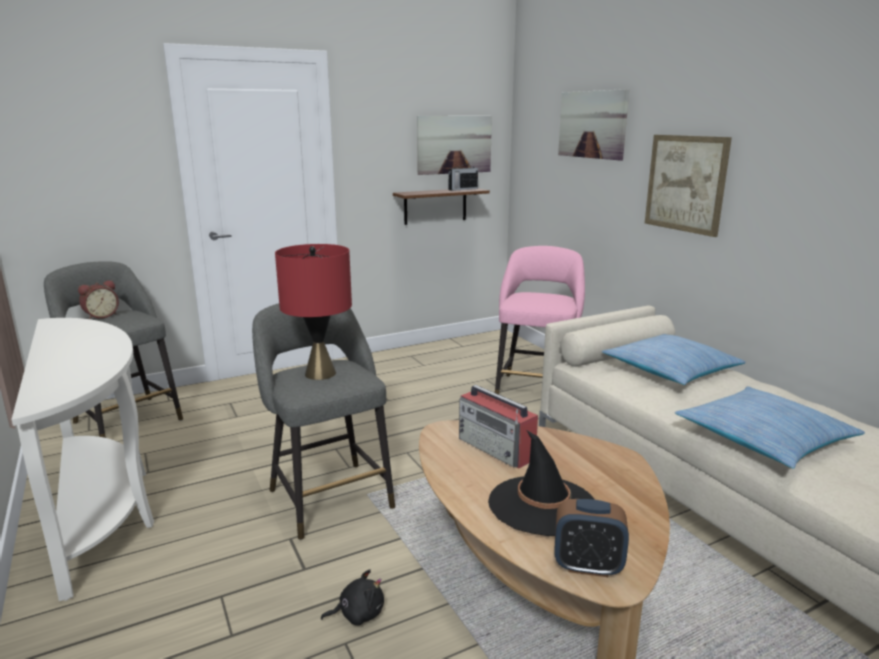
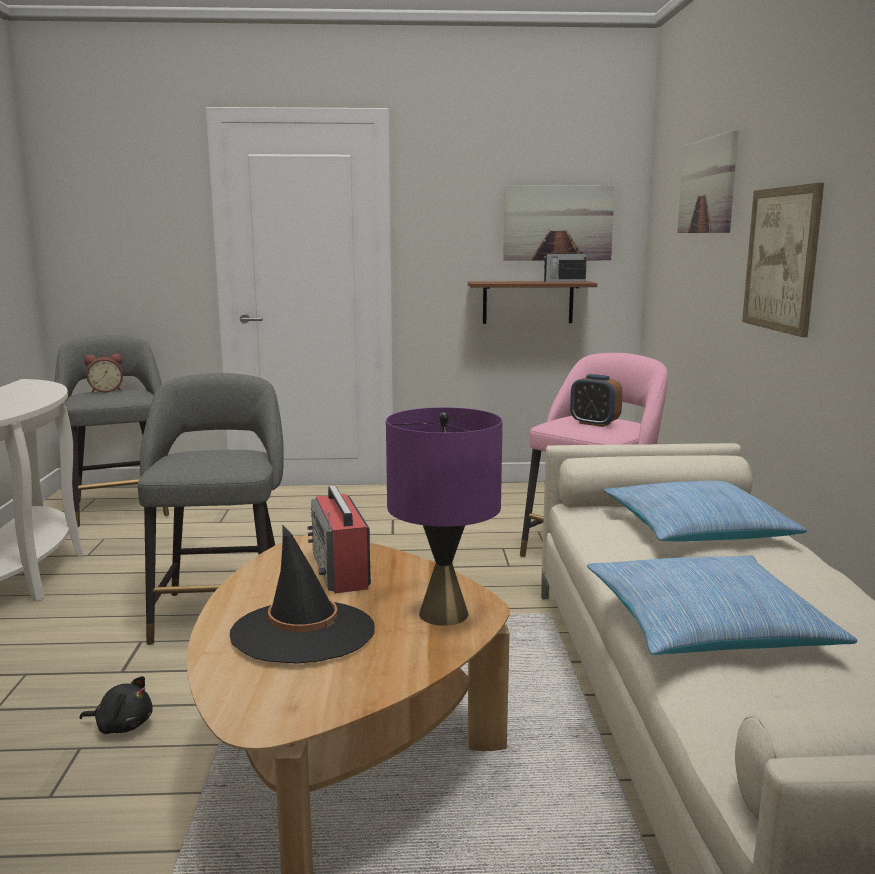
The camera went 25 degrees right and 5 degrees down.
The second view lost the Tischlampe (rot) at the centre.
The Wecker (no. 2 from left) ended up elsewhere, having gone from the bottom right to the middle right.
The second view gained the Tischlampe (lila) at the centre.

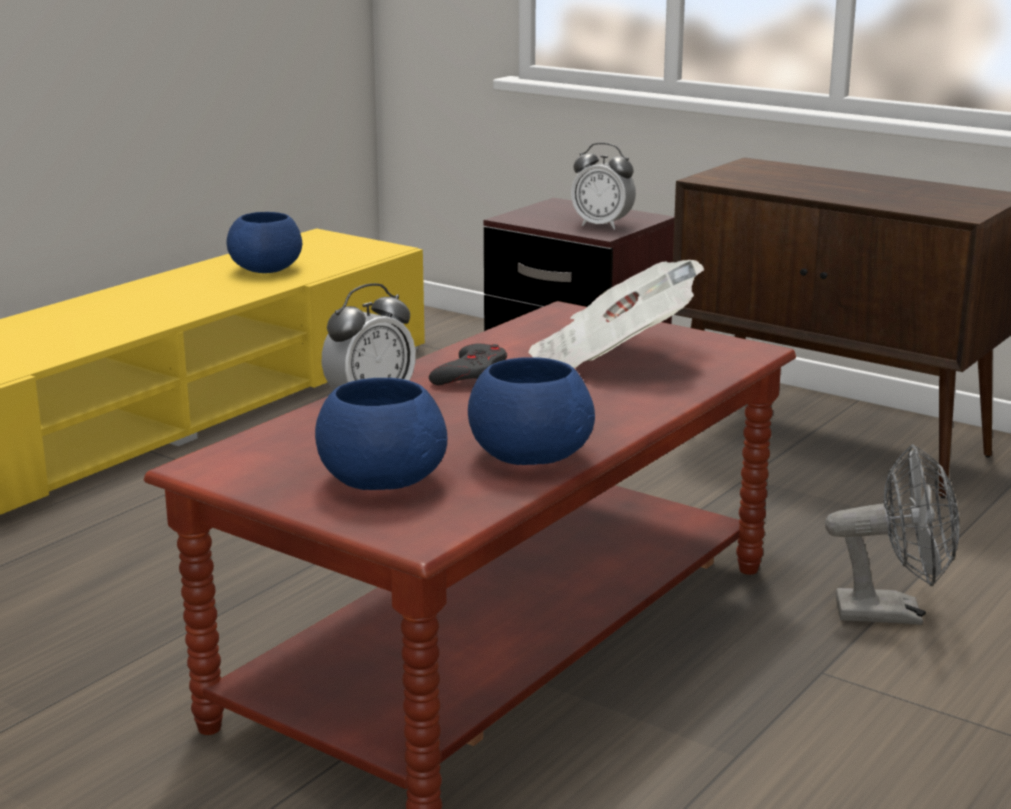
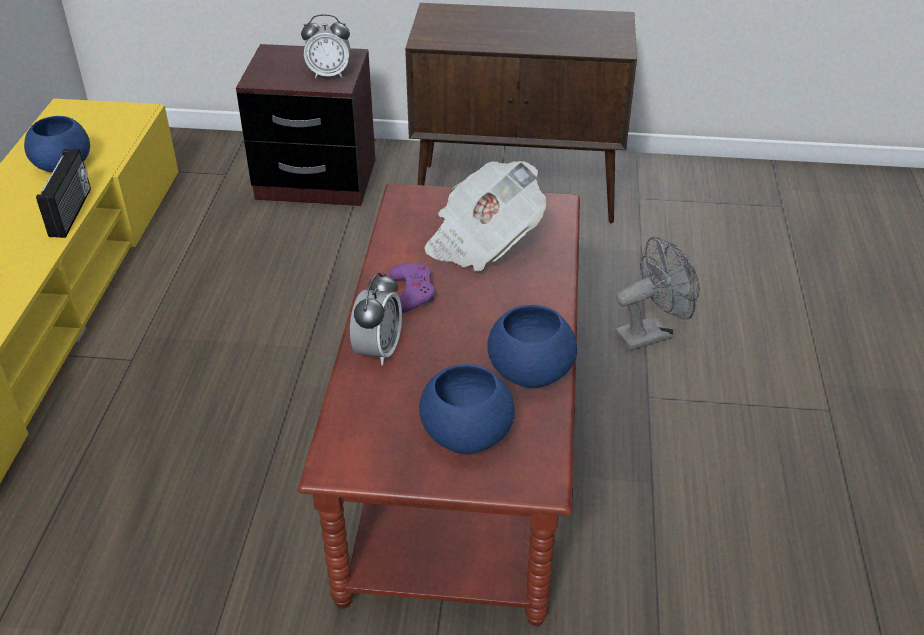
The camera went 30 degrees left and 20 degrees up.
What was the Gamepad (grau) at the centre turned into the Gamepad (lila) at the centre.
The second view gained the Radio at the top left.

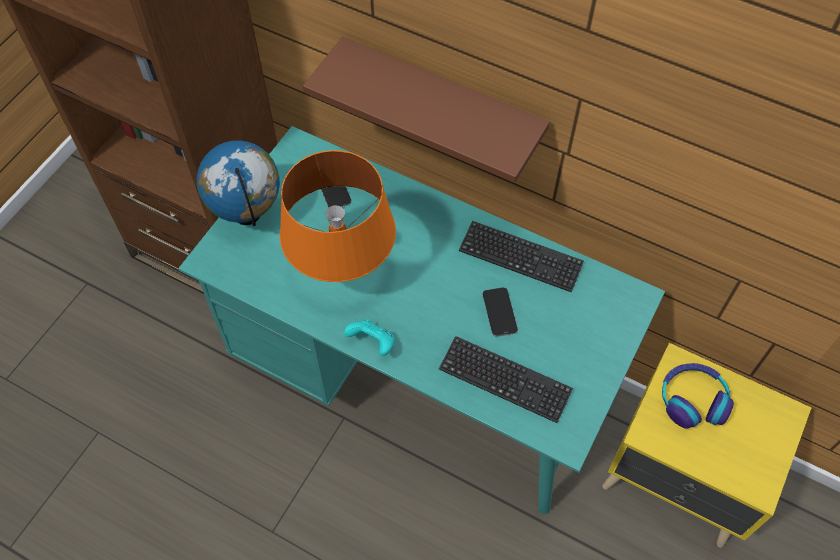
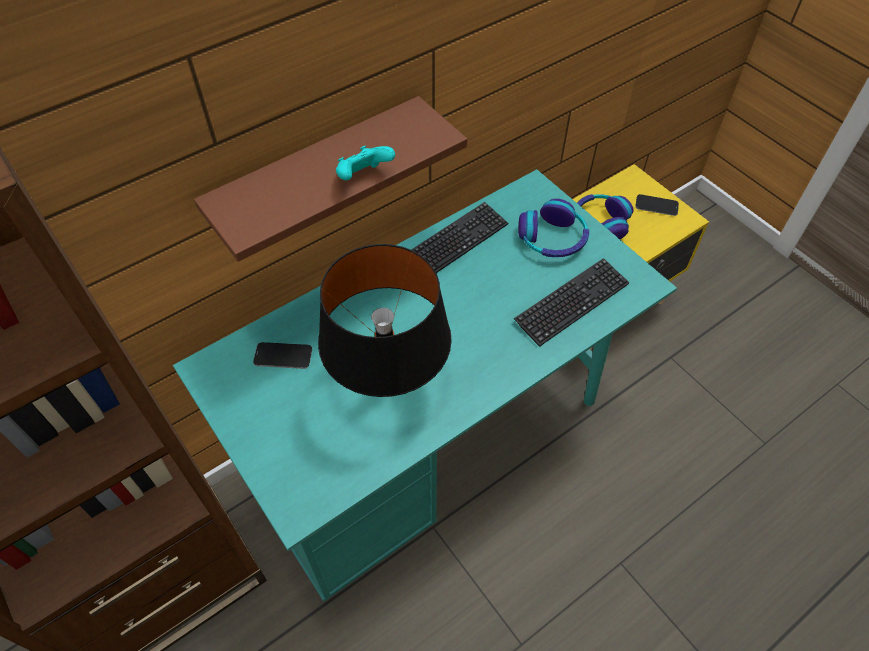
The camera went 65 degrees left and 5 degrees down.
The second view lost the Globus at the top left.
What was the Tischlampe (orange) at the centre turned into the Tischlampe (schwarz) at the centre.
The Gamepad (türkis) ended up elsewhere, having gone from the centre to the top centre.
The Handy (no. 2 from left) ended up elsewhere, having gone from the centre to the top right.
The second view gained the Kopfhörer (no. 1 from left) at the centre.

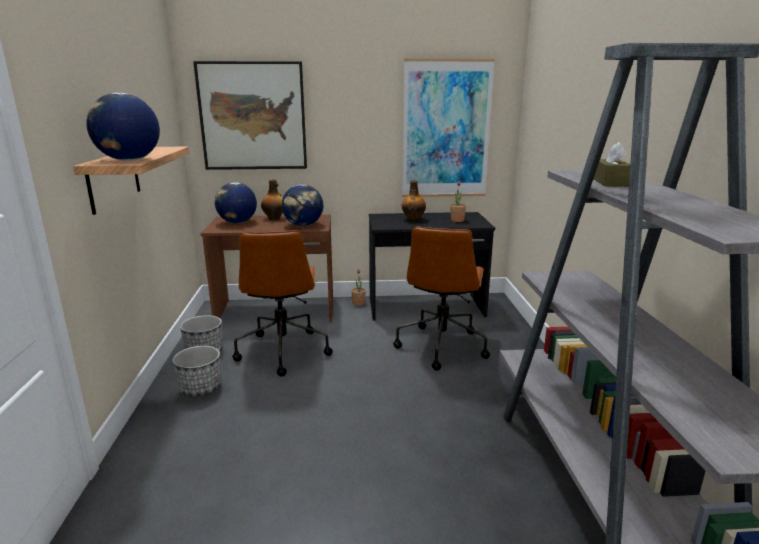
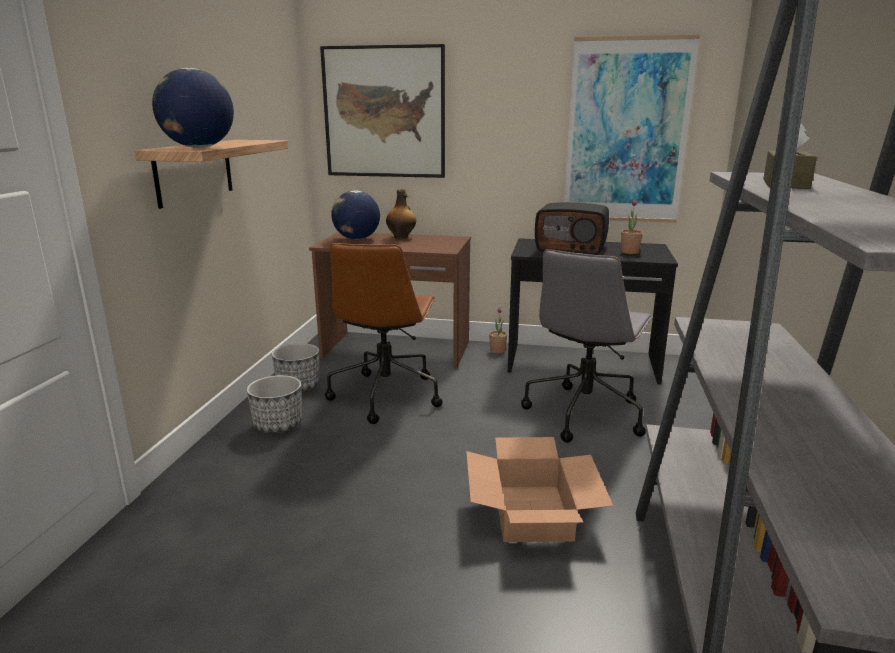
The camera went 15 degrees right and 0 degrees up.
The second view lost the Globus (no. 3 from left) at the centre.
What was the Bürostuhl (braun) (no. 2 from left) at the centre turned into the Bürostuhl (grau) at the centre.
Where the Flasche (no. 2 from left) stood at the centre, the Radio came to stand at the centre.
The second view gained the Karton at the bottom centre.

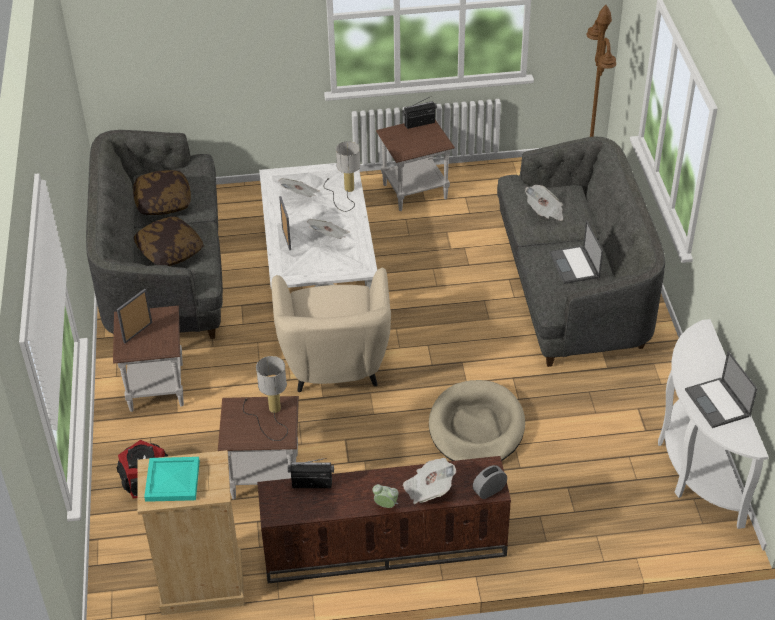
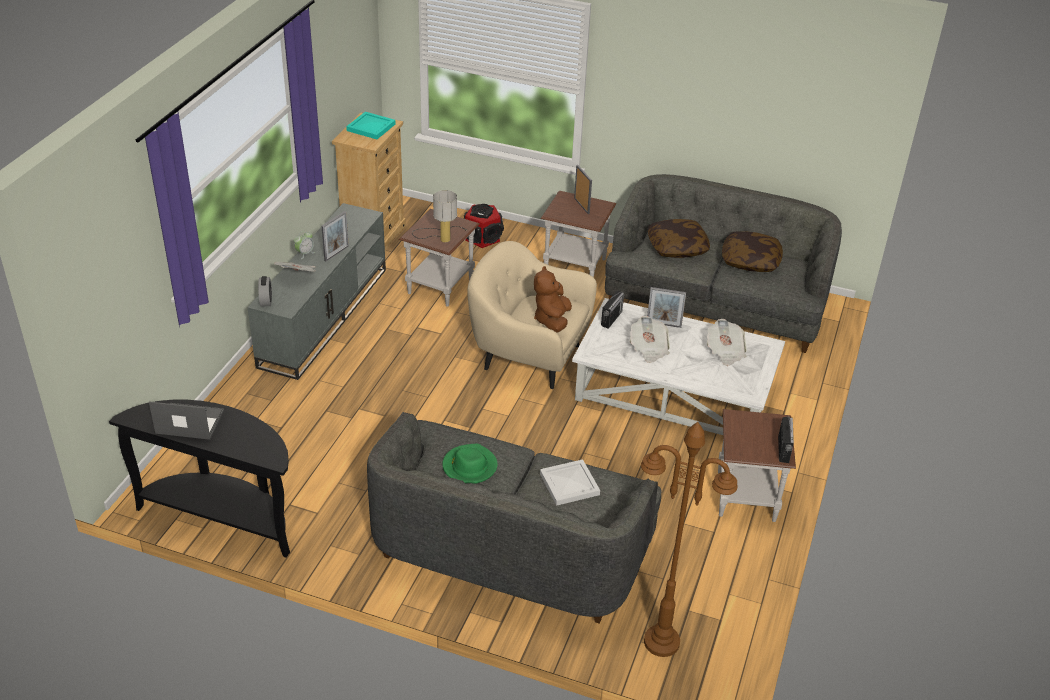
The camera went 115 degrees right and 5 degrees down.
What was the Fernsehschrank (braun) at the bottom centre turned into the Fernsehschrank (grau) at the middle left.
The Radio (no. 1 from left) ended up elsewhere, having gone from the bottom centre to the centre.
The second view lost the Tischlampe (no. 2 from left) at the top centre.
The second view lost the Hundebett (beige) at the bottom centre.
Where the Zeitung (no. 4 from left) stood at the top right, the Tablett (weiß) came to stand at the bottom centre.
Where the Laptop (no. 1 from left) stood at the middle right, the Hut (grün) came to stand at the centre.
What was the Konsolentisch (weiß) at the bottom right turned into the Konsolentisch (schwarz) at the bottom left.
The second view gained the Bilderrahmen (no. 1 from left) at the middle left.
The second view gained the Plüschtier (braun) at the centre.

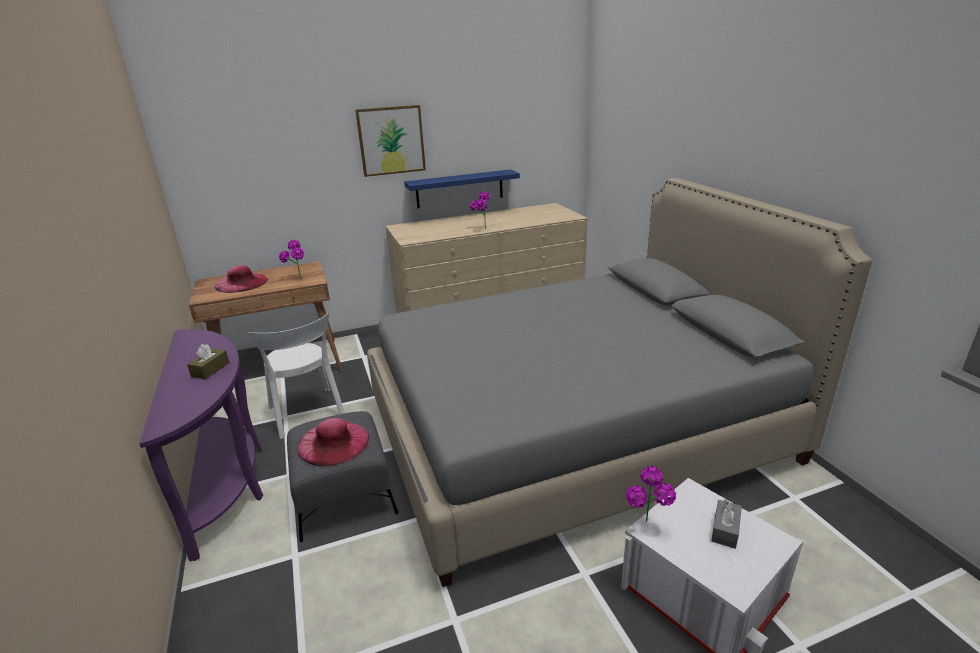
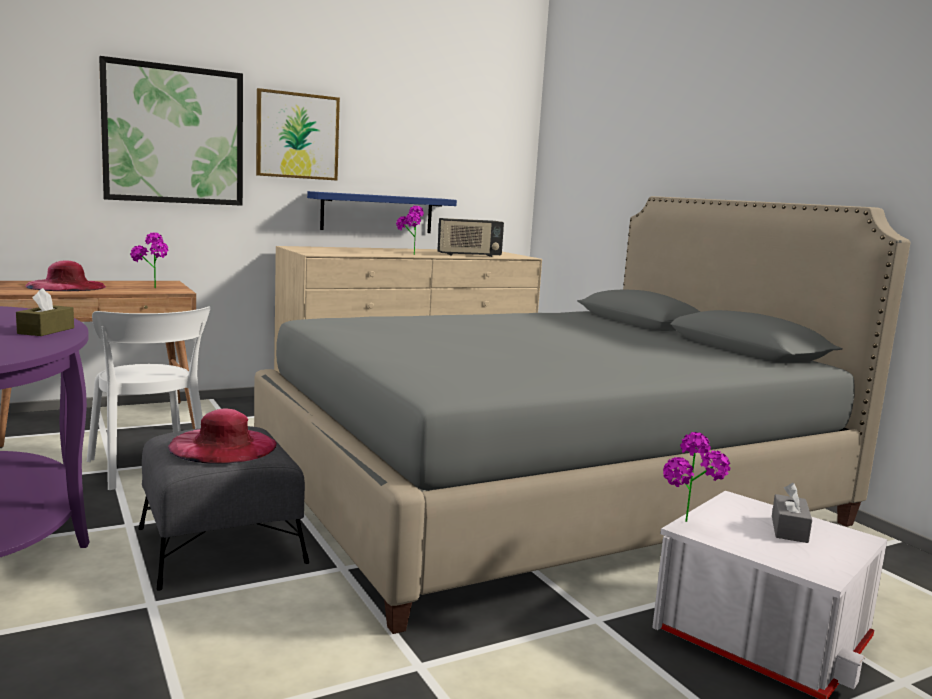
The camera went 10 degrees left and 15 degrees down.
The second view gained the Bild (no. 1 from left) at the top left.
The second view gained the Radio at the centre.

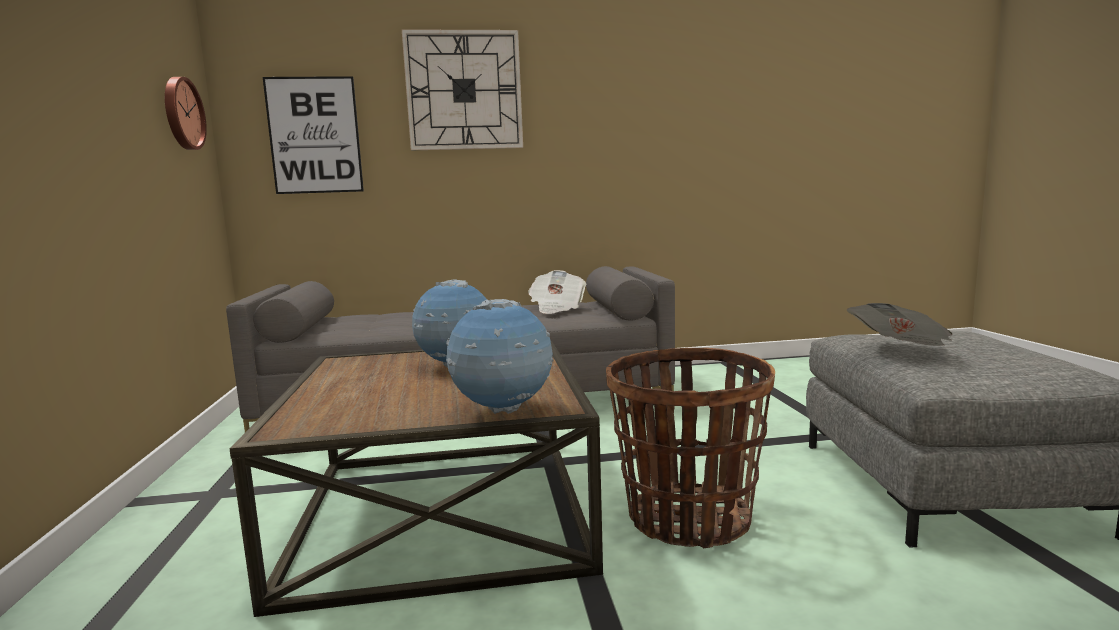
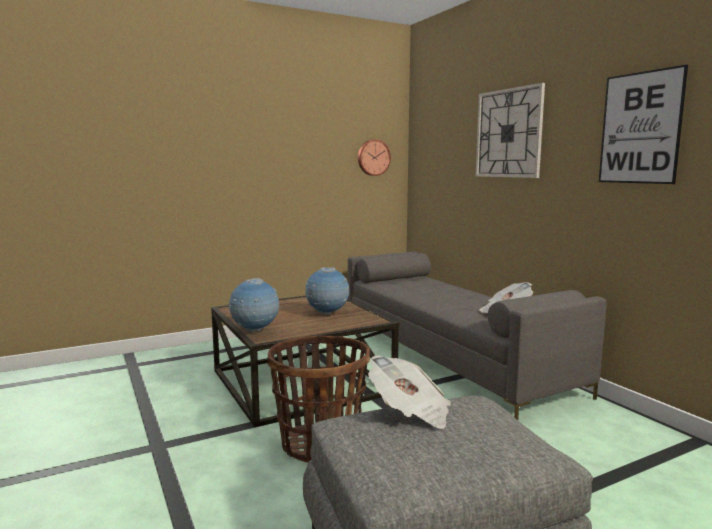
The camera went 70 degrees right and 0 degrees up.
The Bild ended up elsewhere, having gone from the top left to the top right.

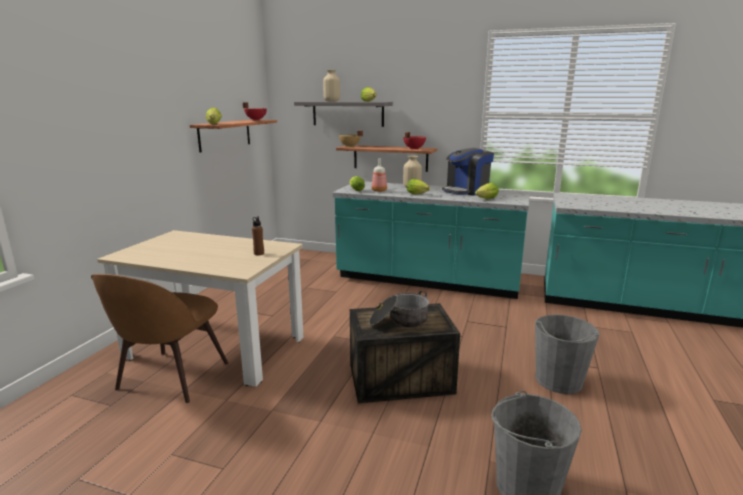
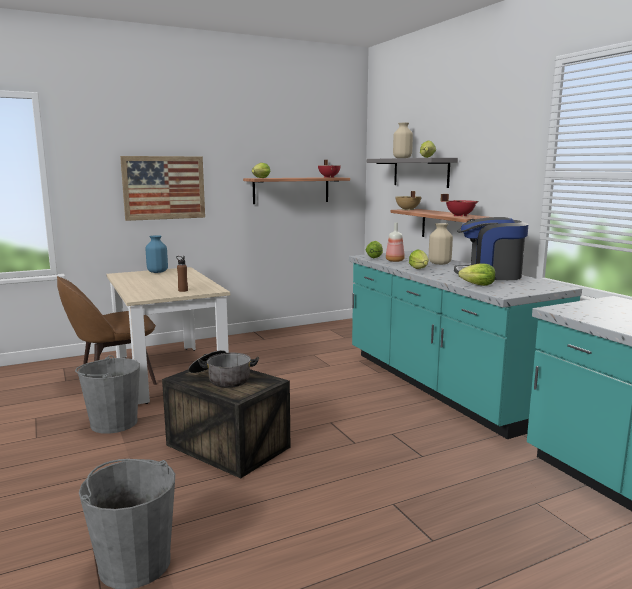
The camera went 45 degrees right and 5 degrees down.
The Eimer (grau) (no. 2 from left in the first image) ended up elsewhere, having gone from the bottom right to the bottom left.
The second view gained the Bild at the top left.
The second view gained the Vase (blau) at the middle left.

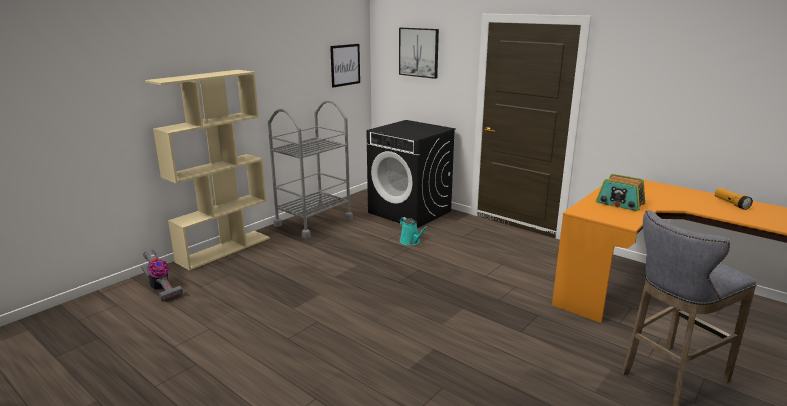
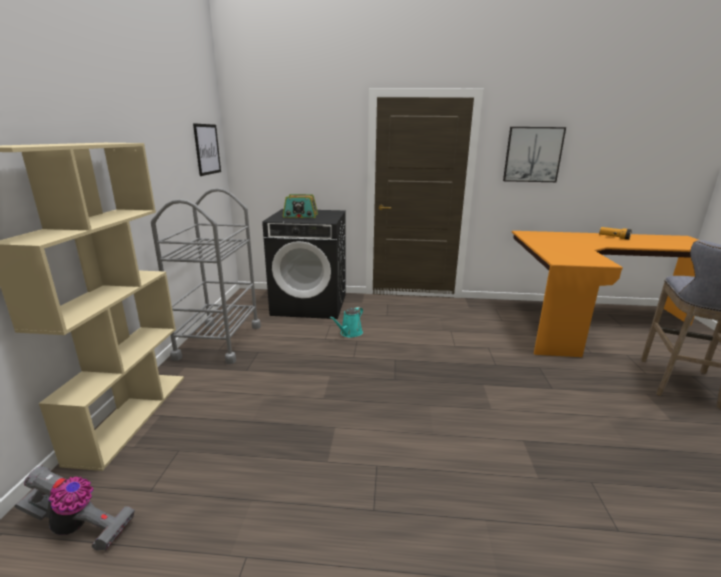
The camera went 35 degrees left and 0 degrees up.
The Bild (no. 2 from left) ended up elsewhere, having gone from the top centre to the top right.
The Gießkanne (türkis) at the centre ended up facing another way, 105 degrees clockwise from before.
The Radio ended up elsewhere, having gone from the middle right to the centre.

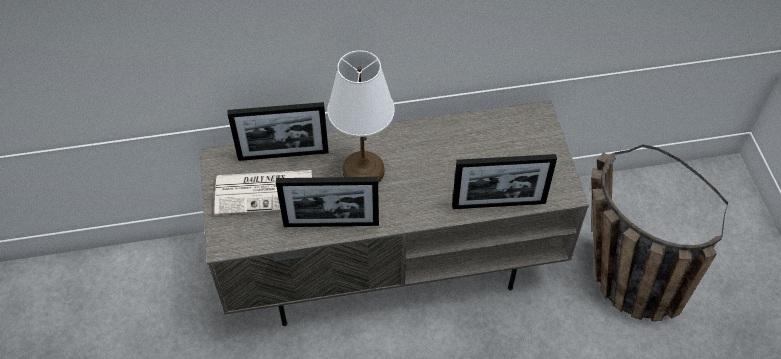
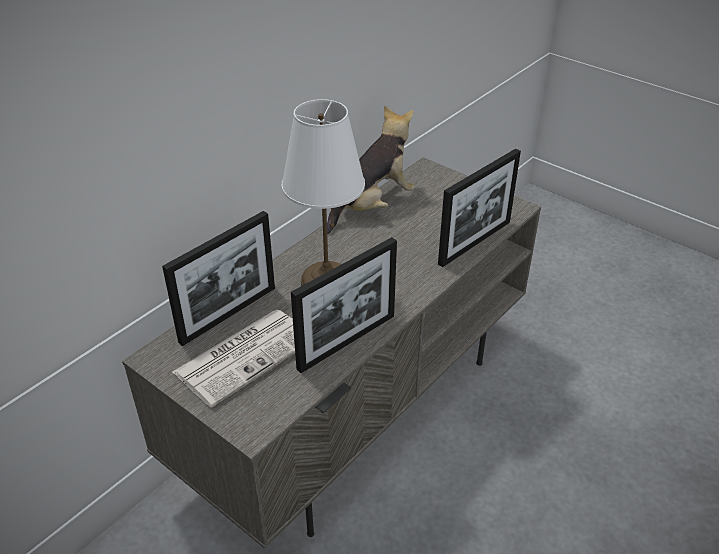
The camera went 40 degrees left and 15 degrees down.
The second view lost the Korb at the middle right.
The second view gained the Plüschtier at the top centre.

